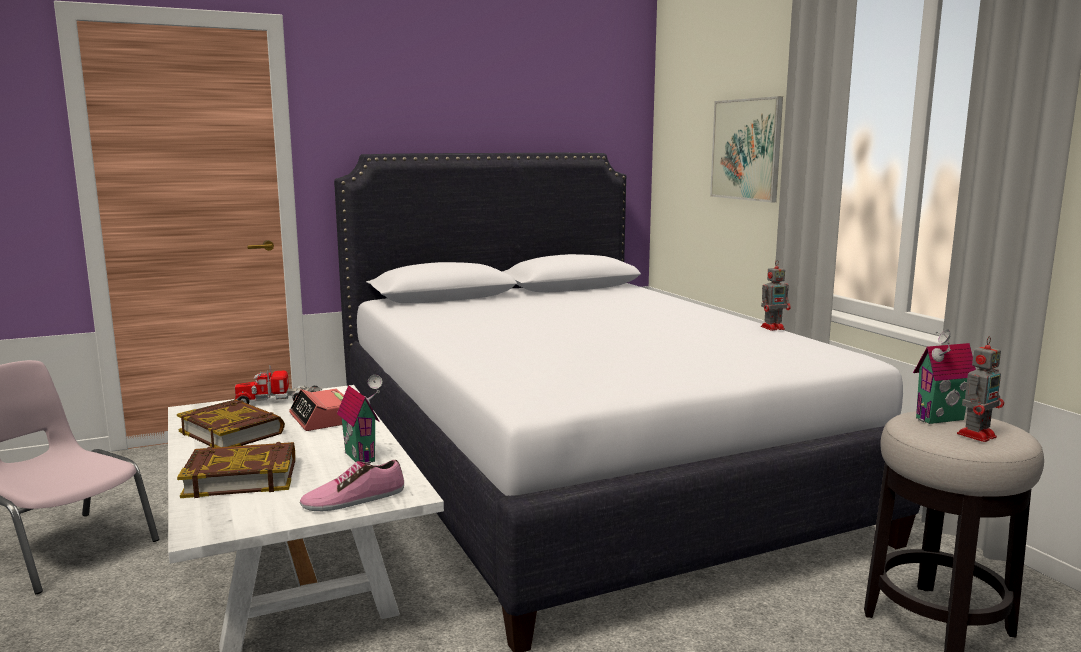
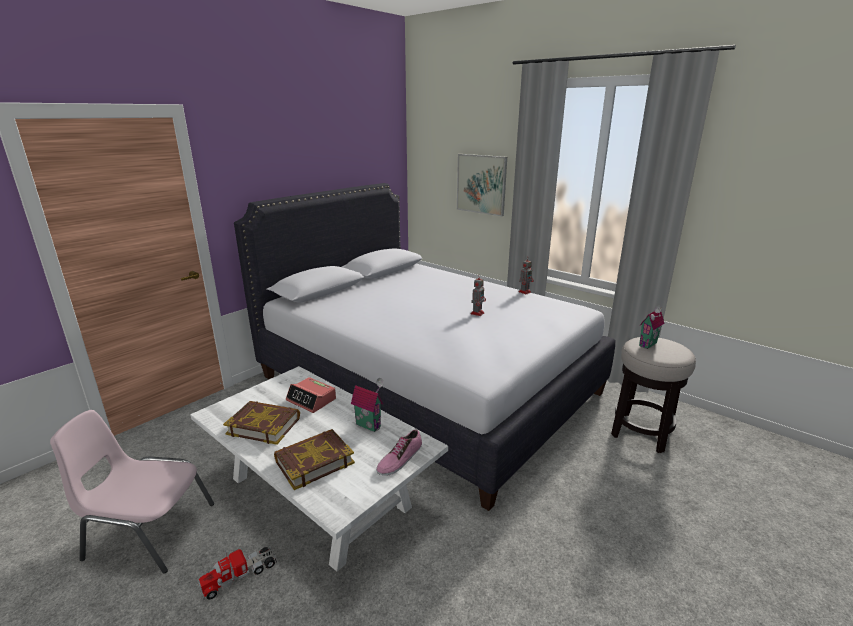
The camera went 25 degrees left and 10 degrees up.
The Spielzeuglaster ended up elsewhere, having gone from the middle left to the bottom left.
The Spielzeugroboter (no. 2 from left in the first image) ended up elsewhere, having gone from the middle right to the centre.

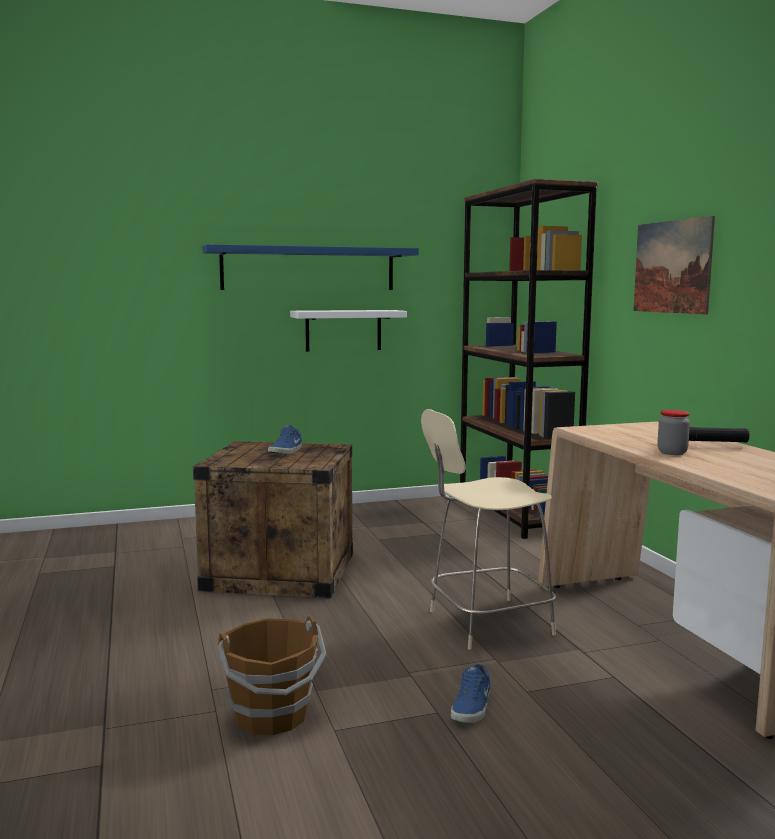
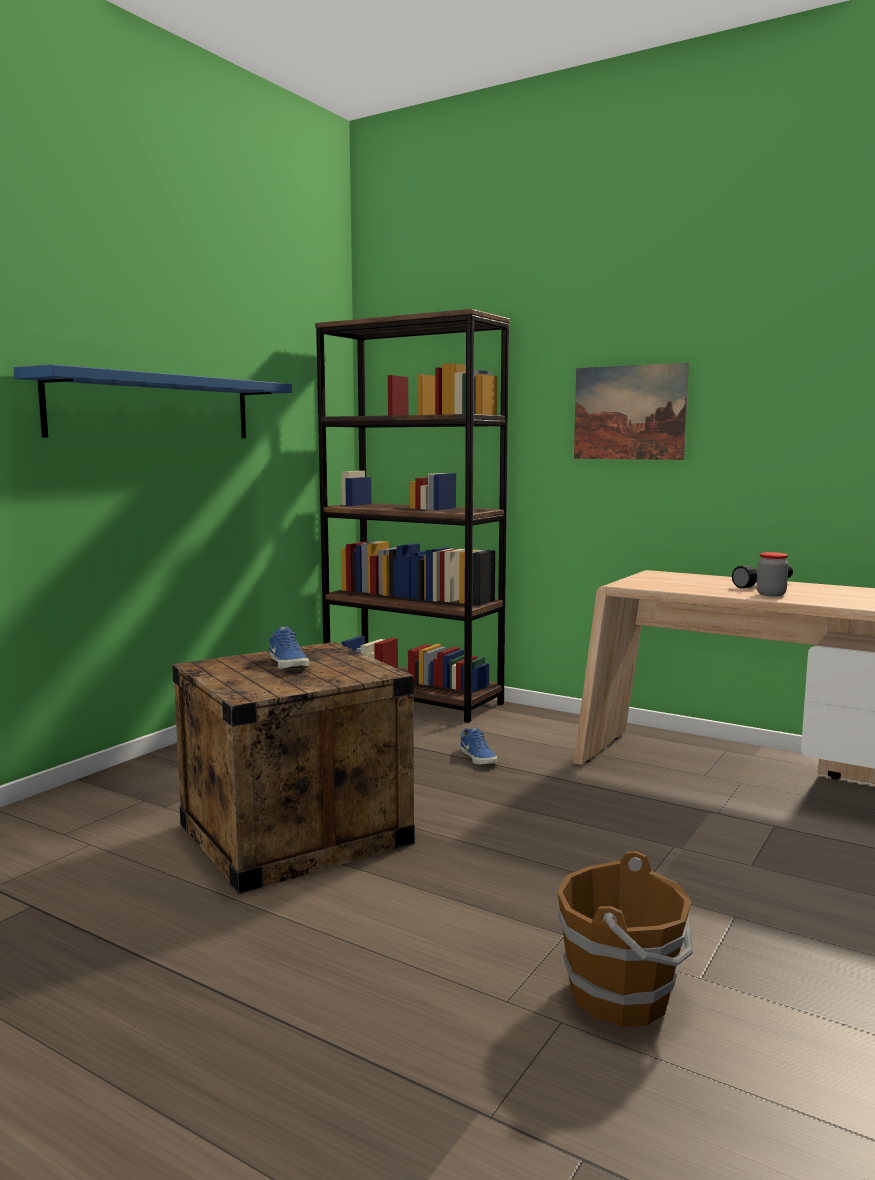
The camera went 40 degrees left and 0 degrees up.
The second view lost the Wandregal (weiß) at the centre.
The second view lost the Hocker (beige) at the centre.
The Schuh (blau) (no. 2 from left) ended up elsewhere, having gone from the bottom centre to the centre.

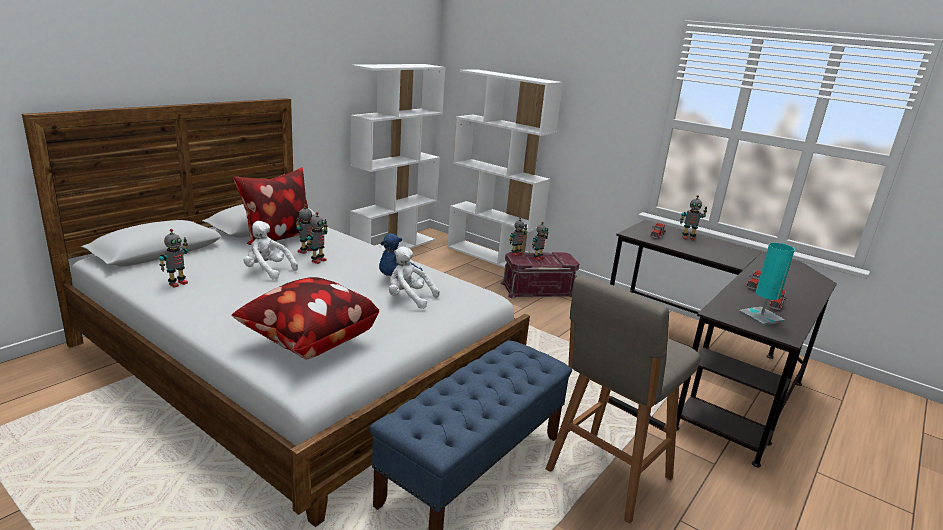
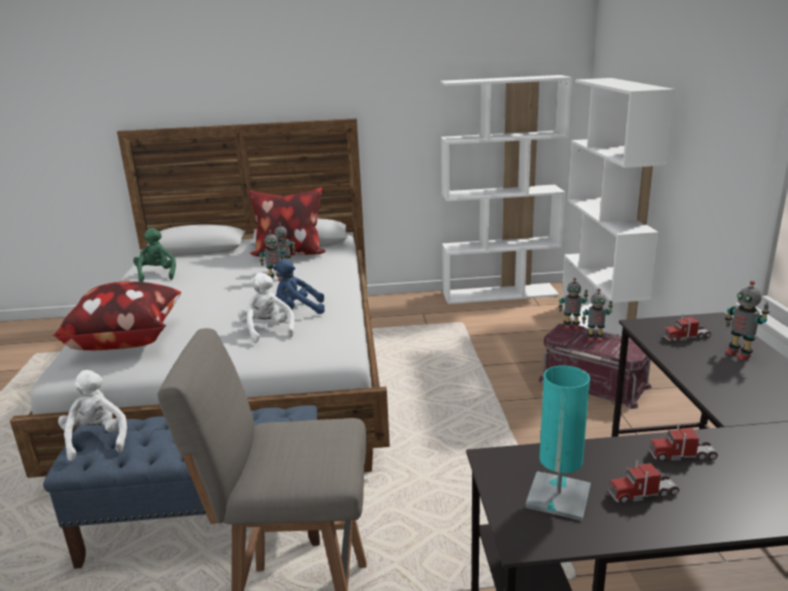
The camera went 50 degrees right and 0 degrees up.
Where the Spielzeugroboter (no. 1 from left) stood at the middle left, the Plüschtier (grün) came to stand at the middle left.
The Plüschtier (weiß) (no. 1 from left) ended up elsewhere, having gone from the middle left to the bottom left.

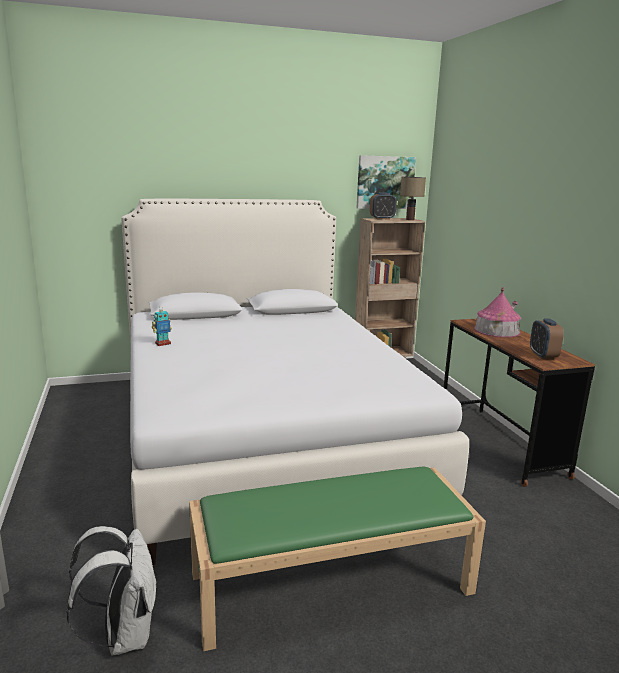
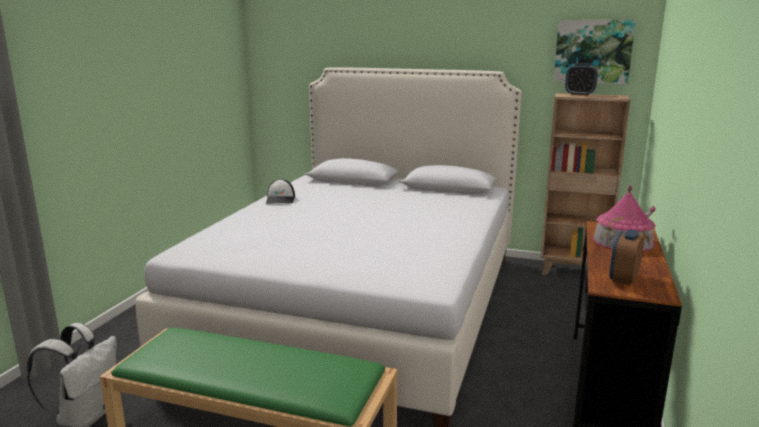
The camera went 35 degrees right and 0 degrees up.
Where the Spielzeugroboter stood at the middle left, the Kappe came to stand at the centre.
The second view lost the Tischlampe at the top right.

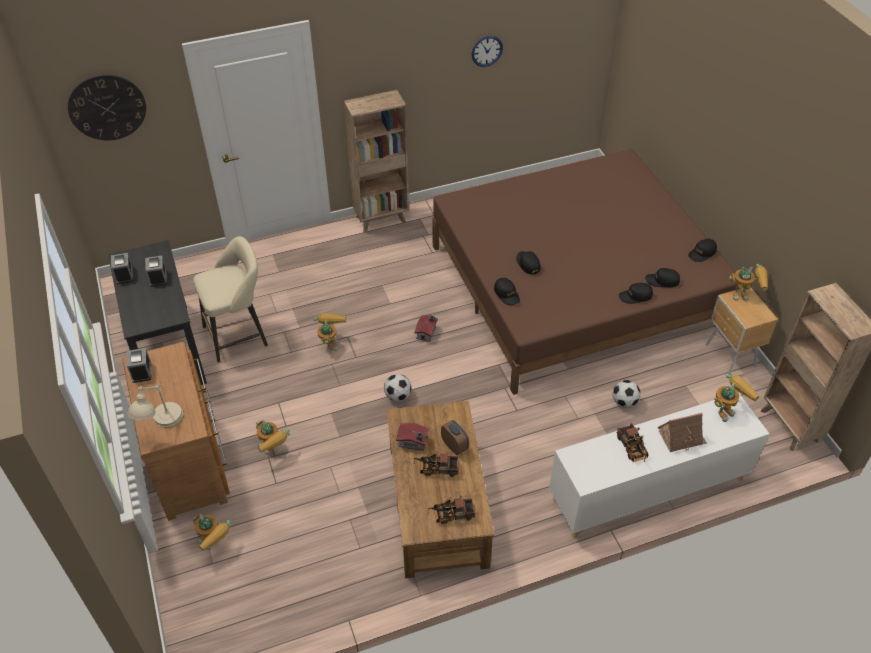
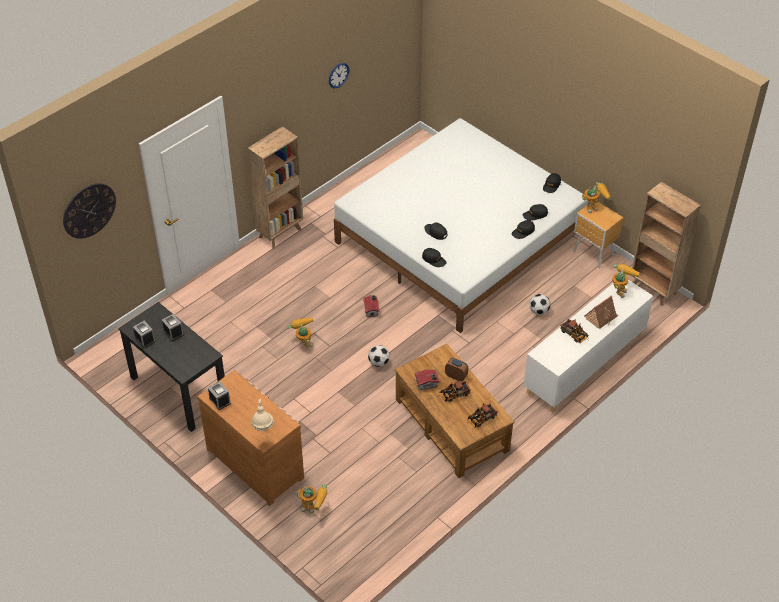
The camera went 25 degrees left and 0 degrees up.
The second view lost the Hocker (beige) at the middle left.
The second view lost the Spielzeugroboter (no. 2 from left) at the bottom left.
What was the Bett (braun) at the middle right turned into the Bett (weiß) at the centre.

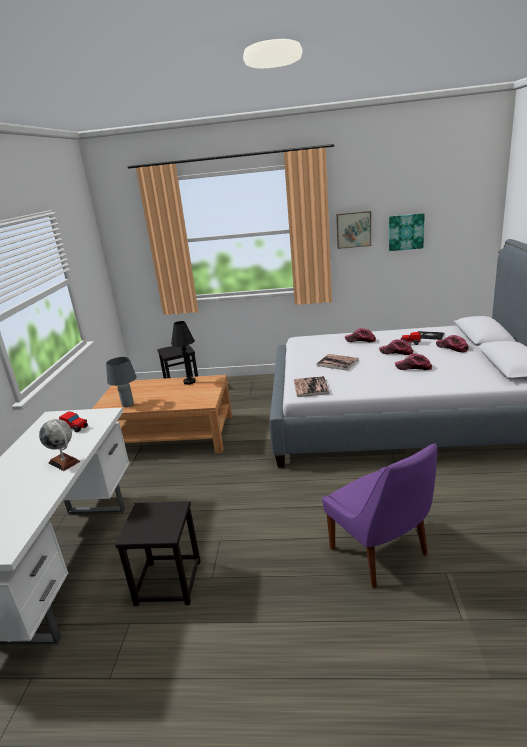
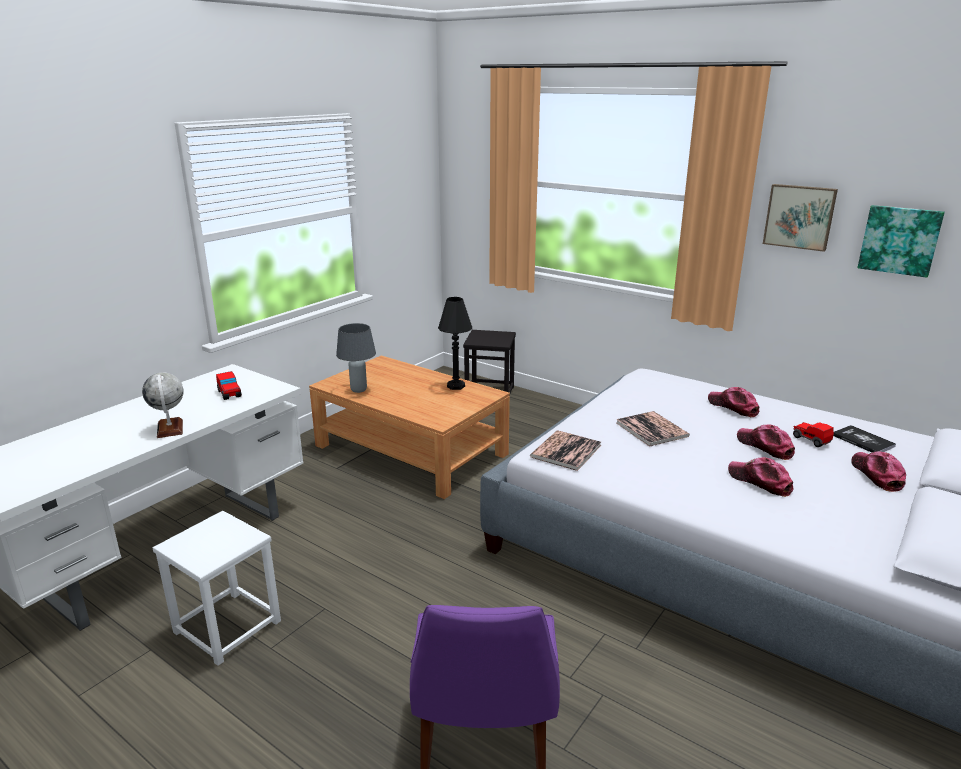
The camera went 30 degrees right and 0 degrees up.
What was the Hocker (schwarz) (no. 1 from left) at the bottom left turned into the Hocker (weiß) at the bottom left.

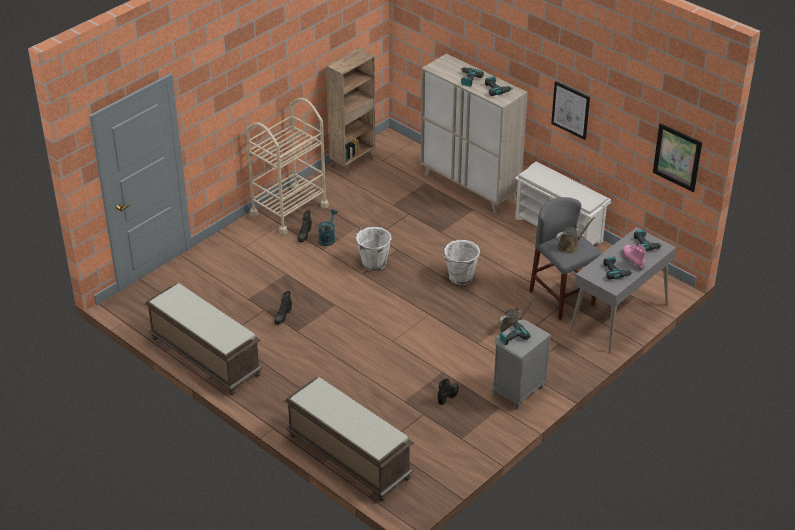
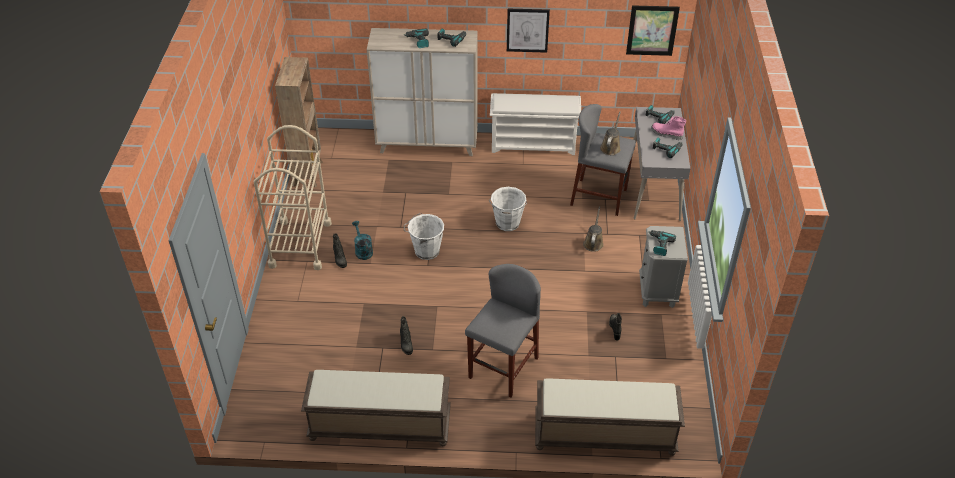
The camera went 40 degrees left and 5 degrees up.
The second view gained the Hocker (grau) (no. 1 from left) at the bottom centre.

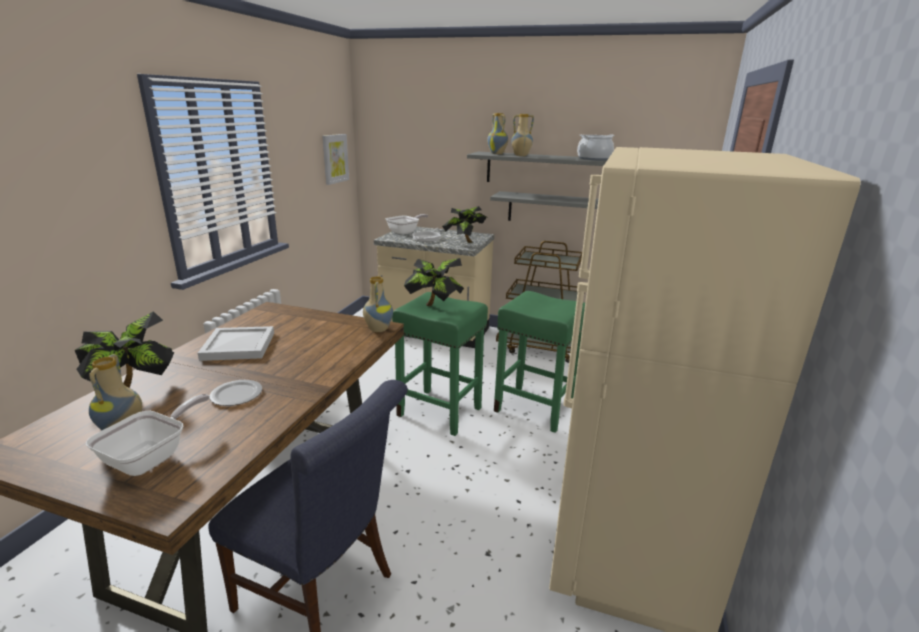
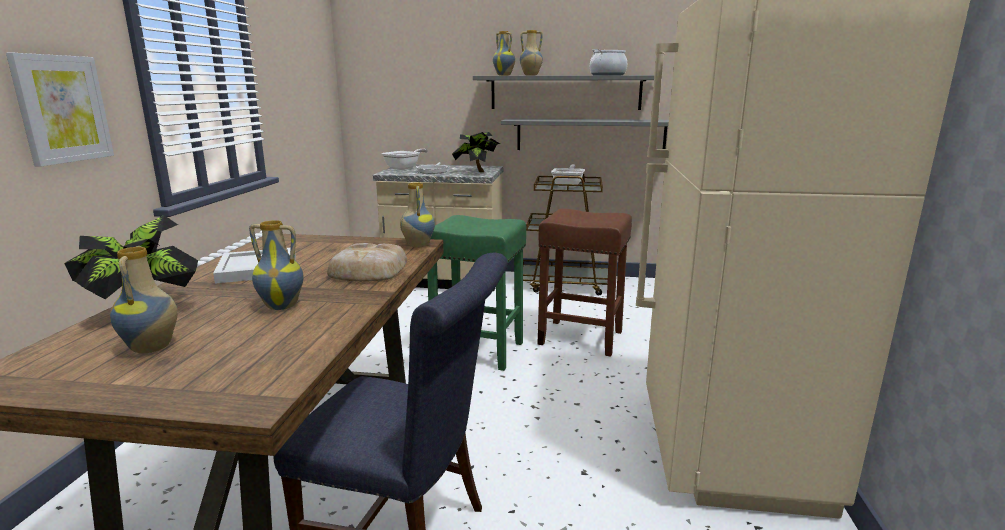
The camera went 10 degrees left and 5 degrees down.
The Pfanne (no. 1 from left in the first image) ended up elsewhere, having gone from the bottom left to the top centre.
Where the Teller stood at the middle left, the Vase (no. 2 from left) came to stand at the middle left.
The Bild ended up elsewhere, having gone from the top centre to the top left.
The second view lost the Topfpflanze (no. 2 from left) at the centre.
What was the Hocker (grün) (no. 2 from left) at the centre turned into the Hocker (braun) at the centre.
The second view gained the Brot at the centre.

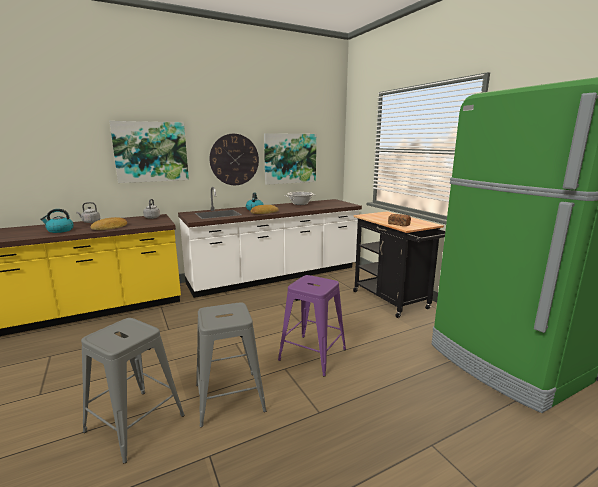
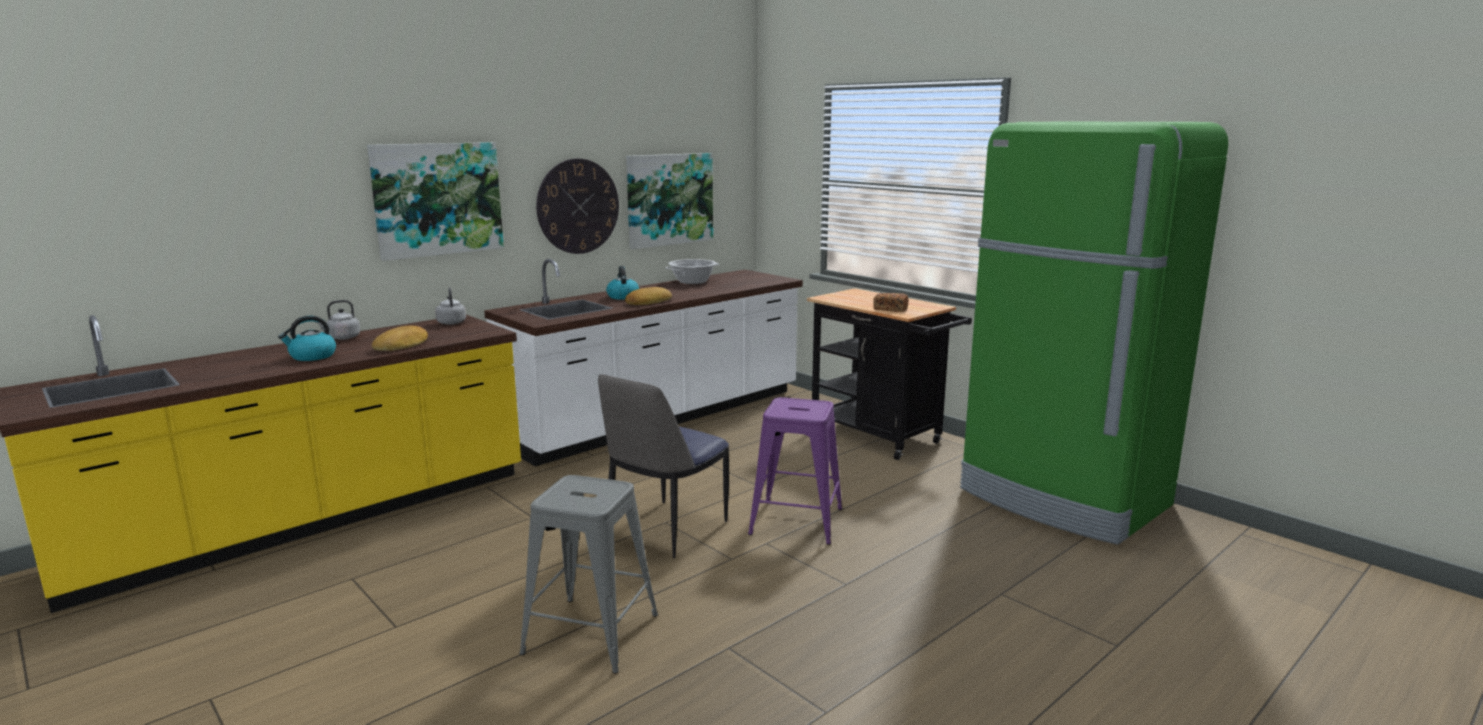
The camera went 15 degrees left and 0 degrees up.
The second view lost the Hocker (grau) (no. 2 from left) at the bottom centre.
The second view gained the Stuhl at the centre.

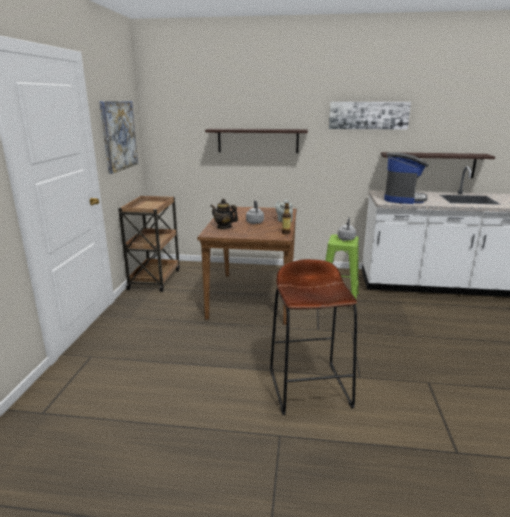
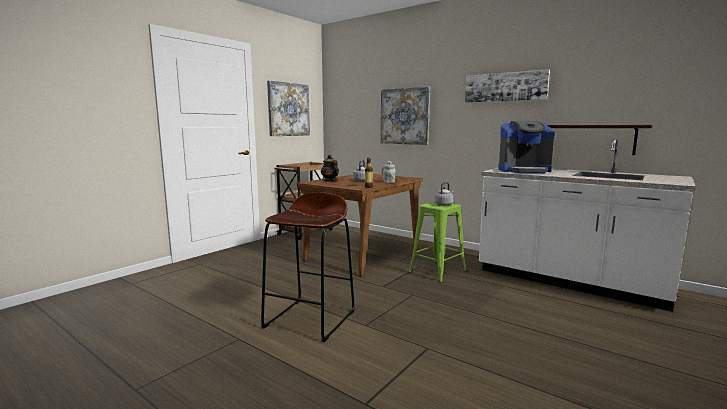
The camera went 30 degrees right and 10 degrees down.
Where the Wandregal (no. 1 from left) hung at the top centre, the Bild (no. 2 from left) came to hang at the top centre.
The Kaffeemaschine at the middle right ended up facing another way, 45 degrees clockwise from before.

